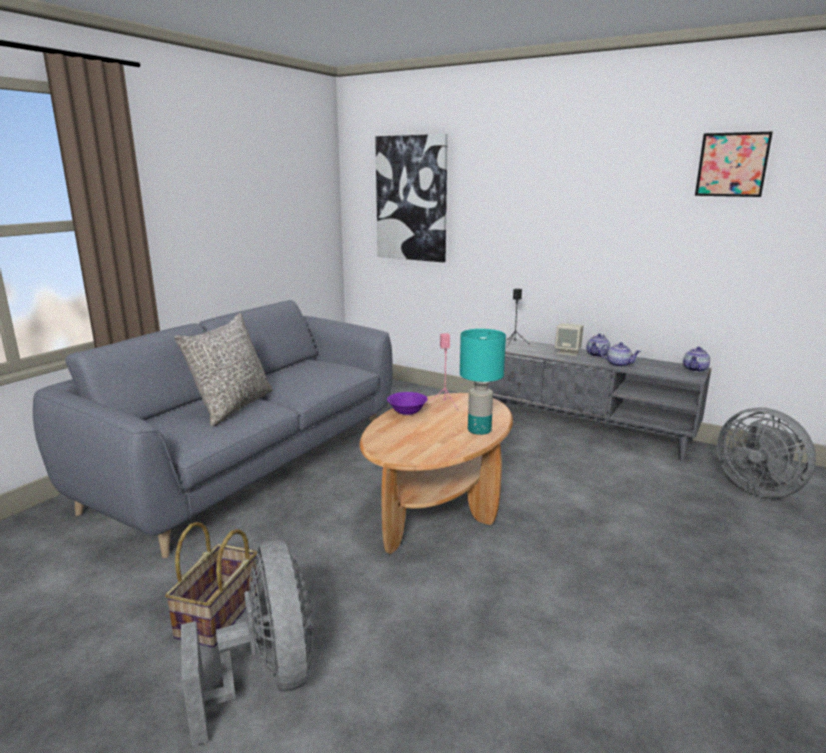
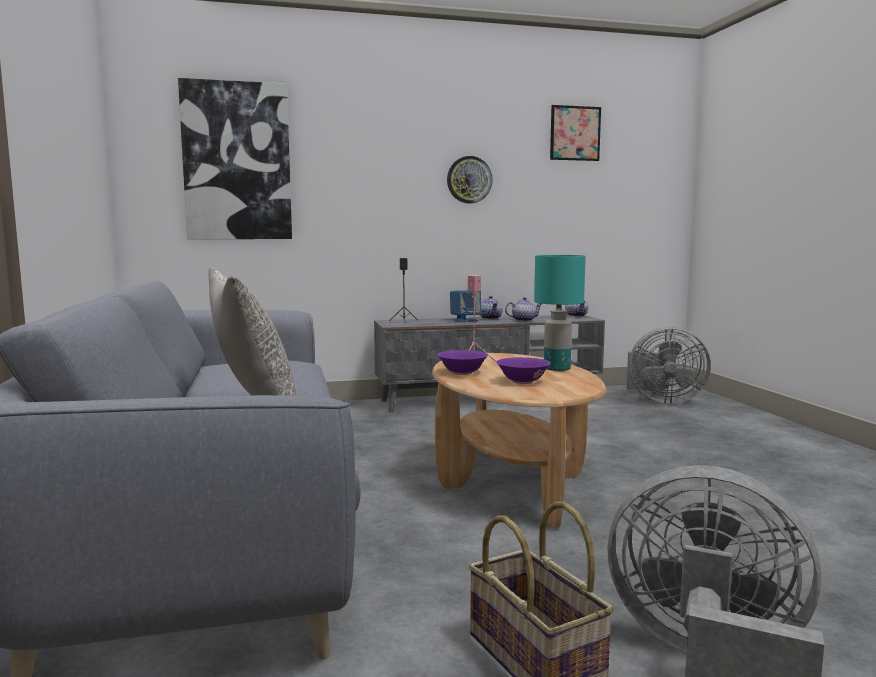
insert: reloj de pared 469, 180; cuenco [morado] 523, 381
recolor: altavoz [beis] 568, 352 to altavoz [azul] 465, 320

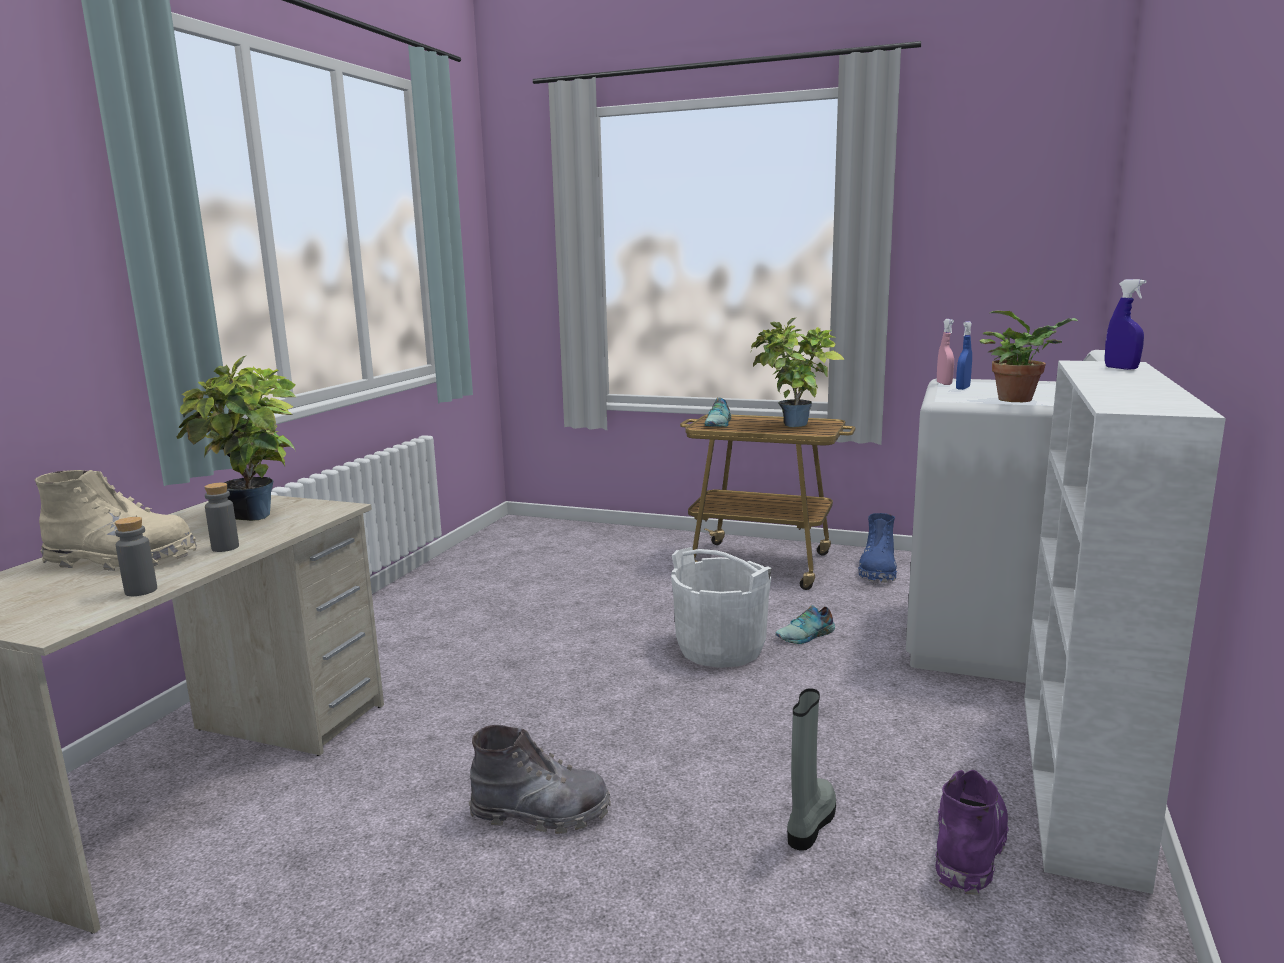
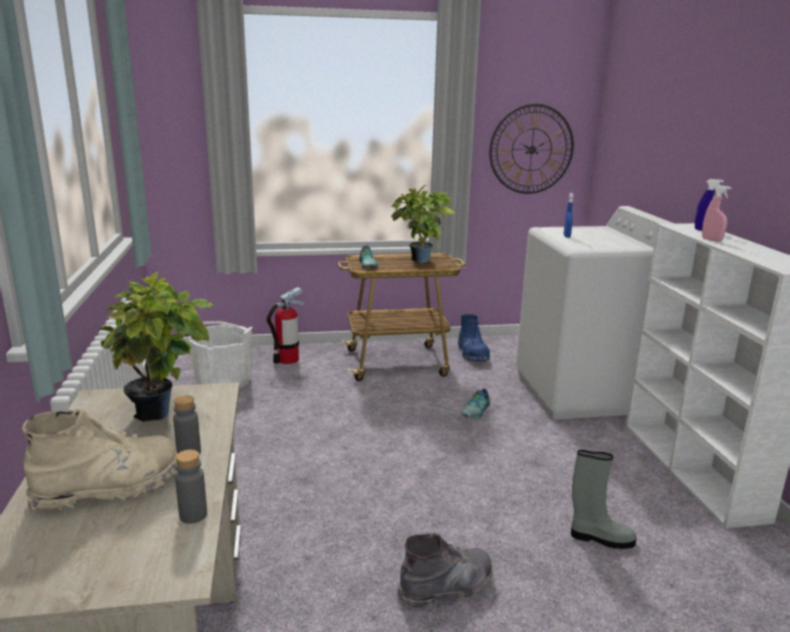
delete: planta en maceta 1020, 399; bota [morado] 968, 847
insert: reloj de pared 531, 149; extintor 287, 359
move: pulverizador [rosa] 944, 384 to 711, 240; cubo [blanco] 721, 649 to 224, 381
rotate: bota [gris] 810, 822 = 600, 538 105 degrees clockwise

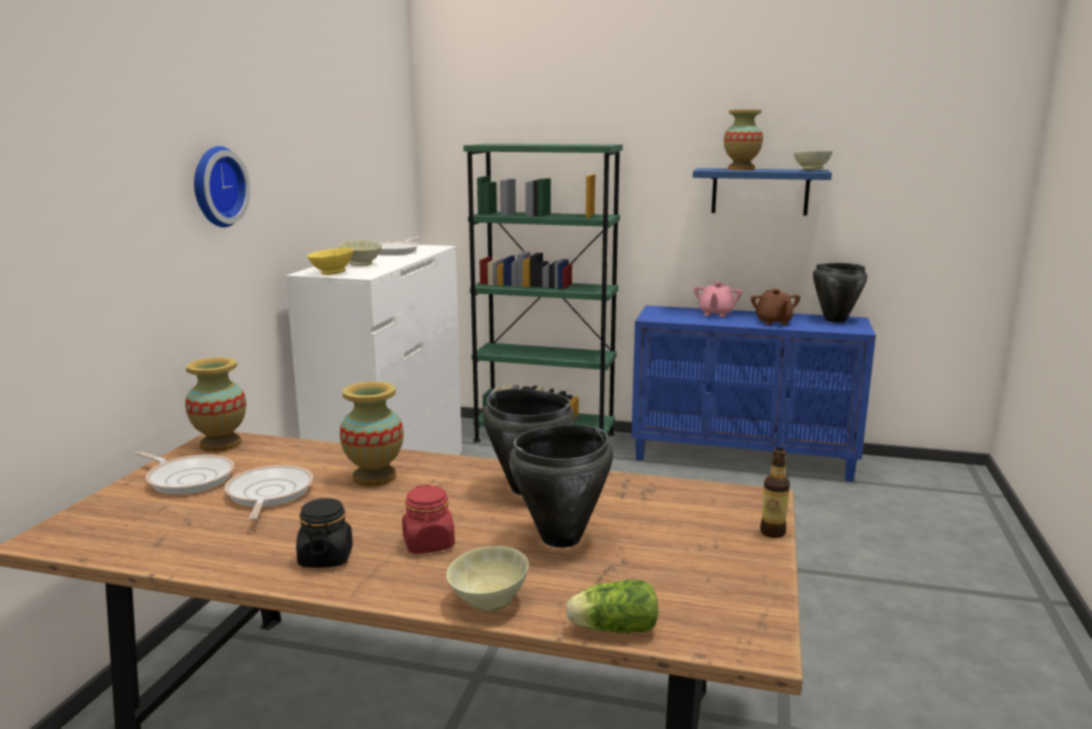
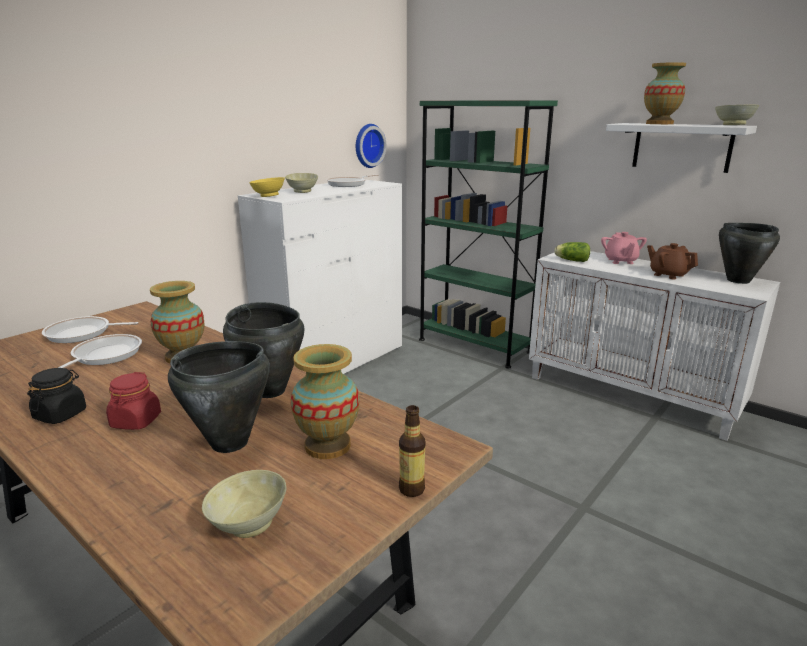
move: reloj de pared 215, 187 to 367, 145; florero 221, 444 to 328, 446; cuenco [beis] 487, 601 to 247, 524; lechuga 611, 628 to 571, 260
recolor: estante [azul] 760, 191 to estante [blanco] 681, 147; armario [azul] 743, 458 to armario [blanco] 631, 395
rotate: tetera [rosa] 716, 314 = 620, 261 45 degrees counterclockwise; tetera [marrón] 773, 322 = 668, 275 120 degrees clockwise; sartén 188, 478 = 81, 333 120 degrees clockwise

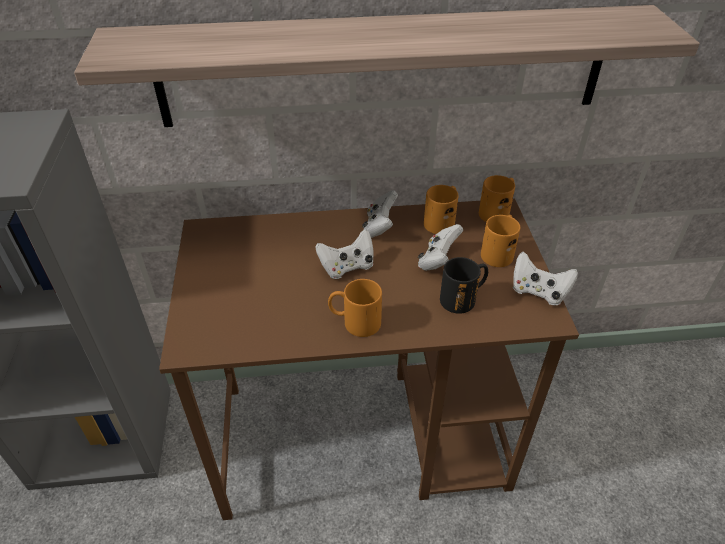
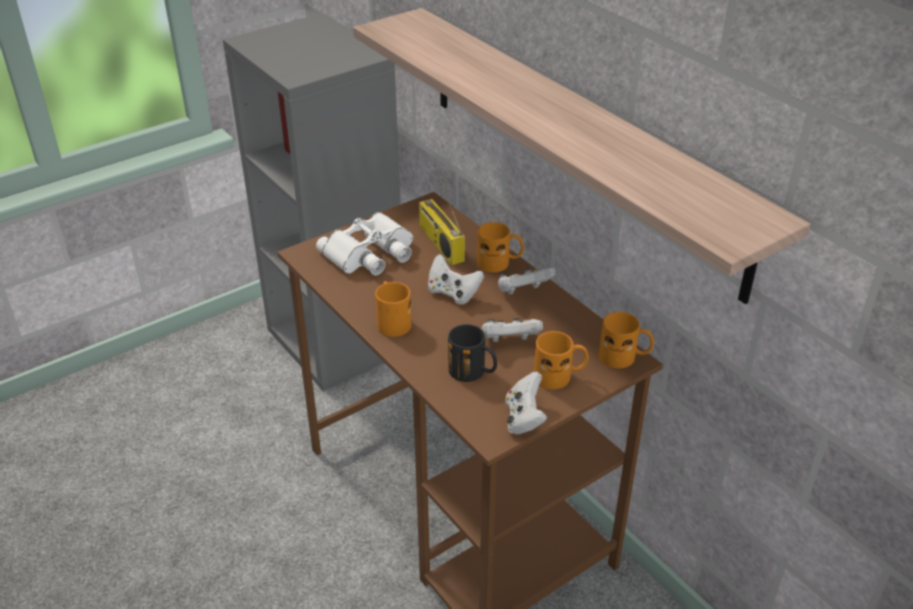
insert: radio 439, 243; prismáticos [blanco] 371, 253
move: taza grande [naranja] 442, 221 to 500, 263

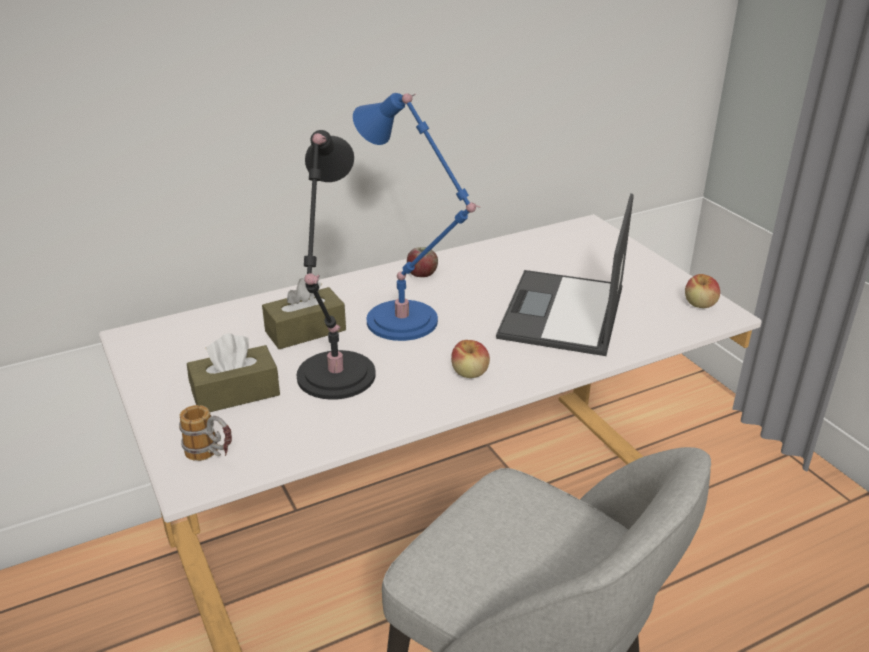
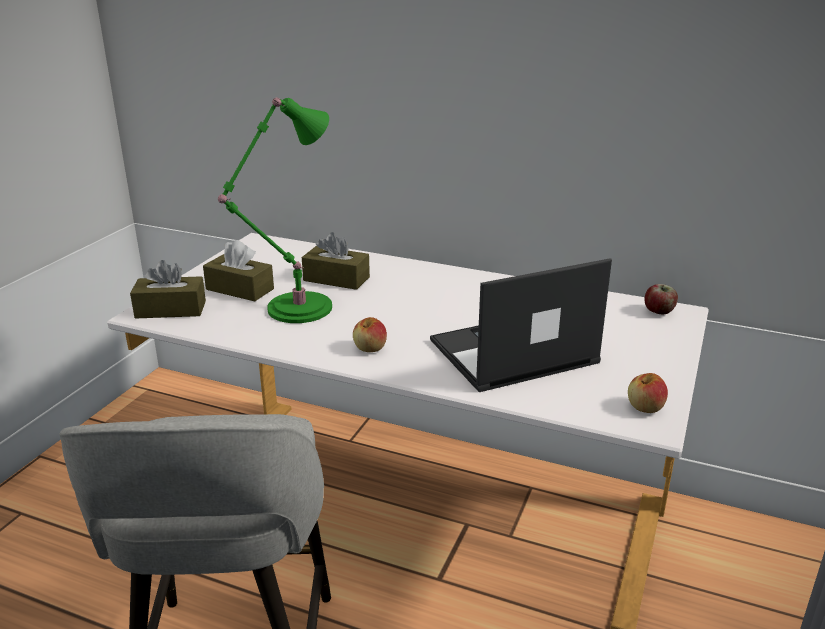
delete: lámpara de mesa [azul] 407, 323
move: manzana 422, 275 to 659, 312
replace: taza grande 212, 456 to caja de pañuelos [marrón] 170, 309
recolor: lámpara de mesa [negro] 334, 380 to lámpara de mesa [verde] 294, 309

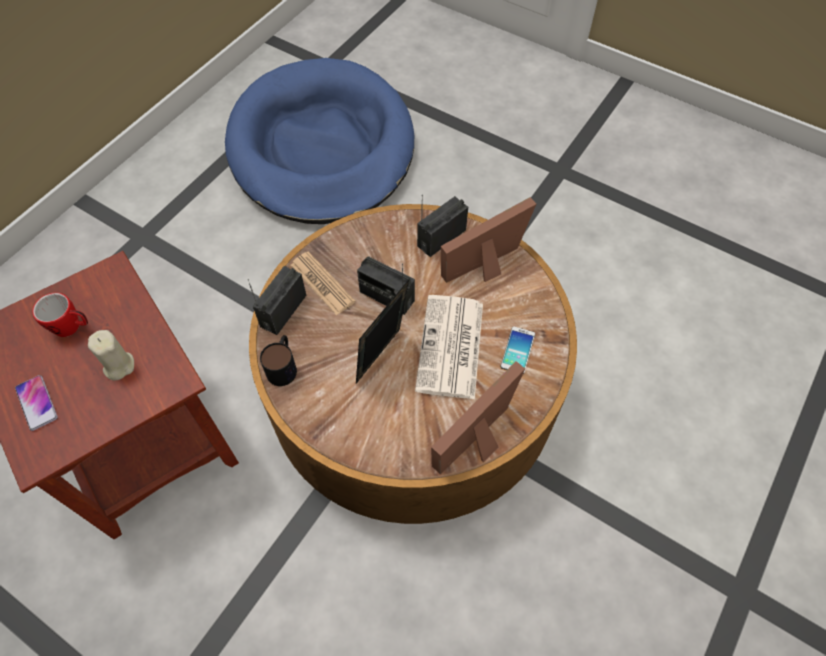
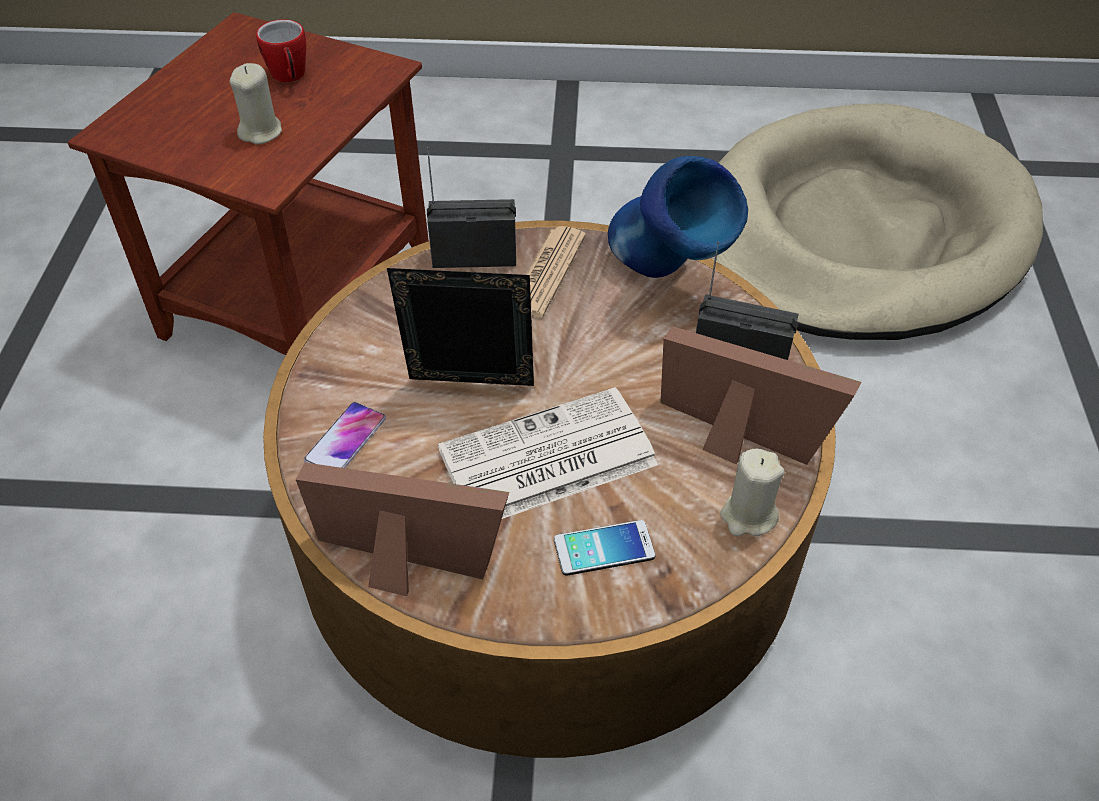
delete: radio 386, 296; taza grande 283, 365
insert: florero [azul] 667, 280; vela [beis] 748, 516
move: móvil 37, 403 to 346, 440
recolor: cama para perro [azul] 322, 147 to cama para perro [beis] 860, 232

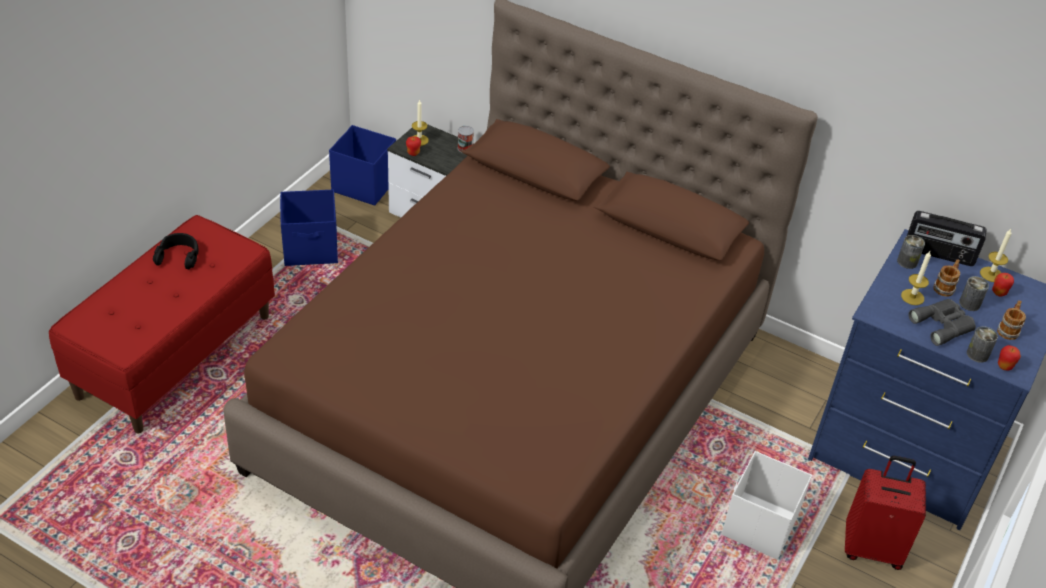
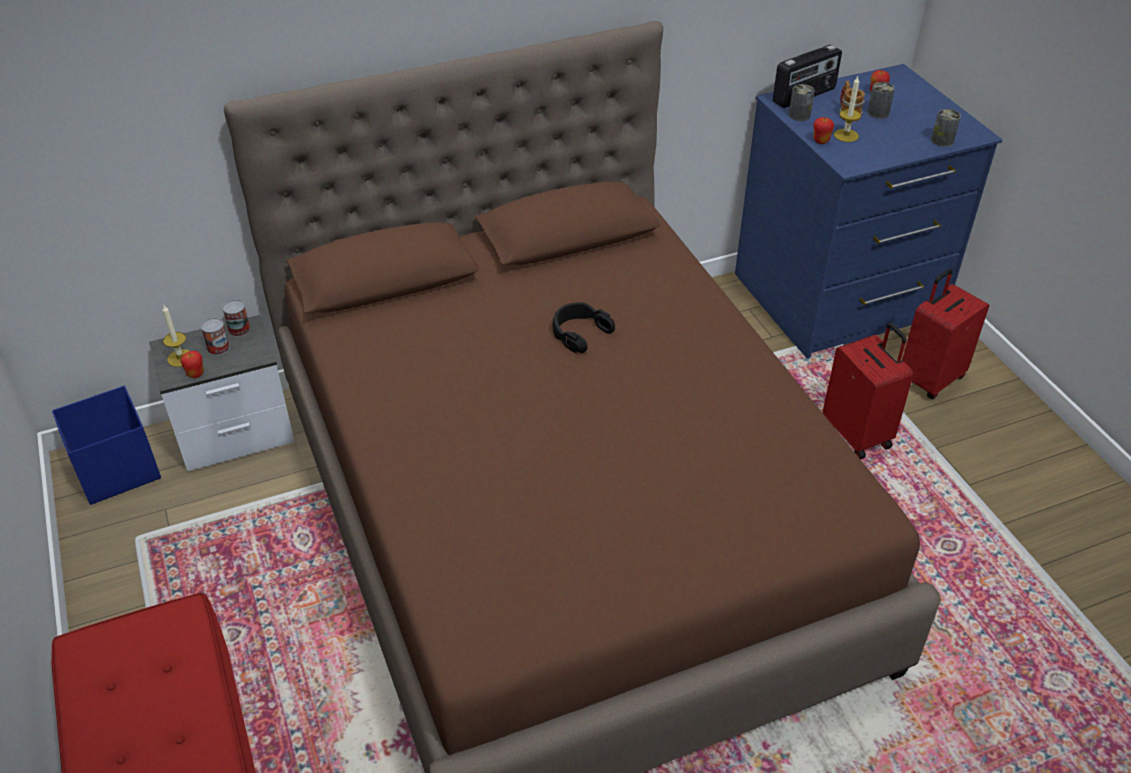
delete: caja de almacenaje [azul] 311, 249; vela 991, 274; prismáticos [gris] 943, 325; taza grande 1008, 329
insert: lata 218, 348
move: auriculares [negro] 178, 256 to 579, 333; manzana 1004, 366 to 821, 141
replace: caja de almacenaje [blanco] 758, 526 to maleta [rojo] 858, 434

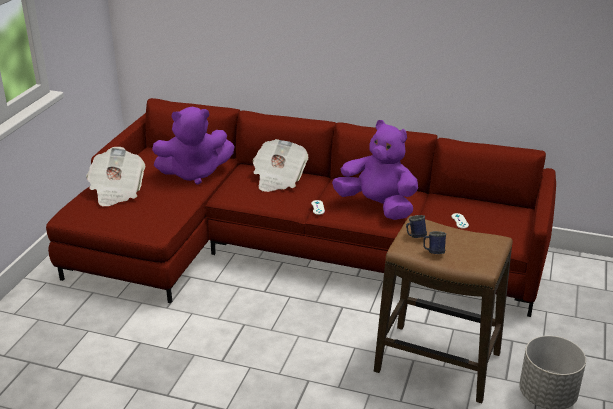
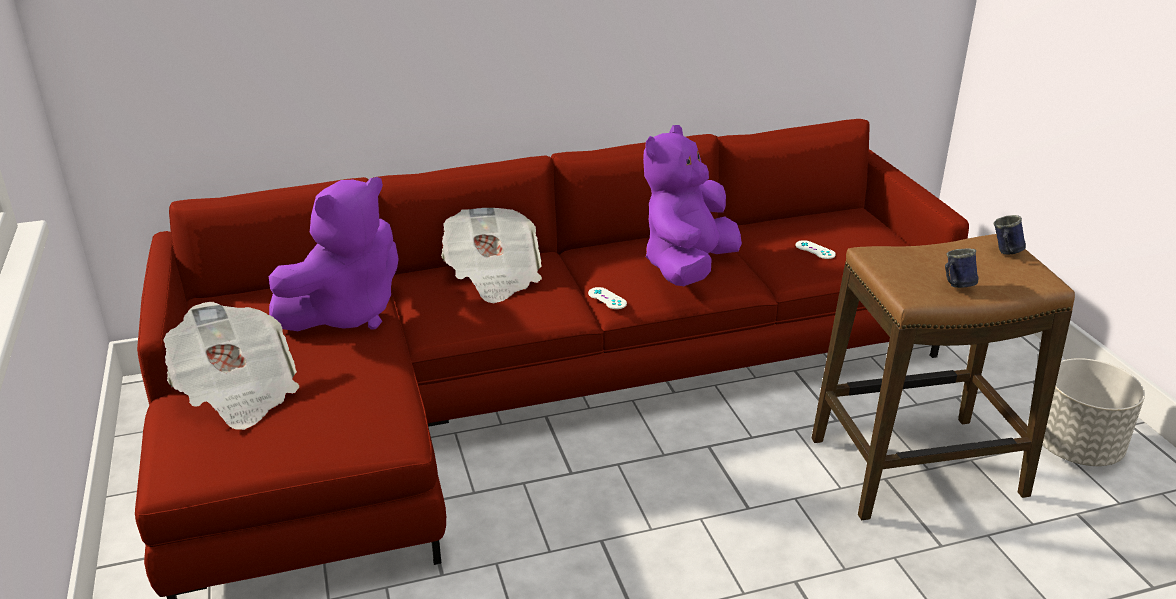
move: taza grande [azul] 414, 236 to 1005, 253
rotate: peluche [morado] 377, 206 = 687, 267 60 degrees counterclockwise

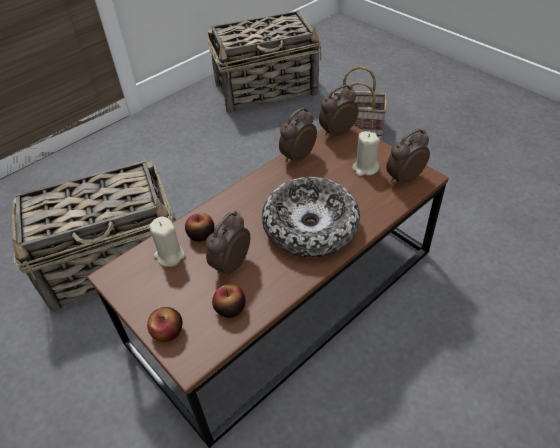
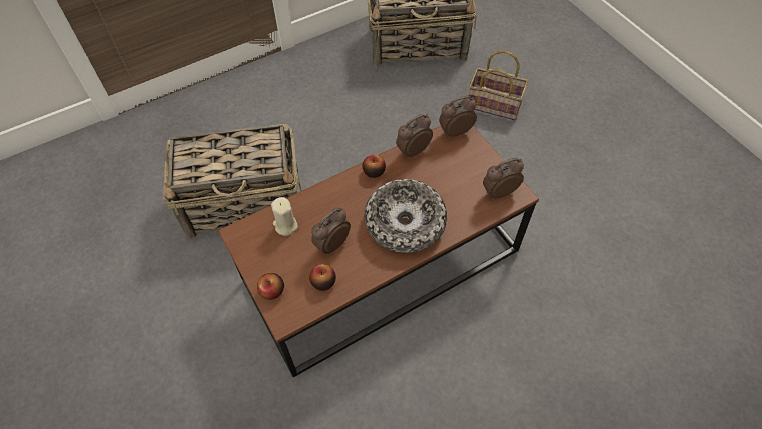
delete: vela [beis] 365, 168
move: manzana 201, 235 to 374, 171

